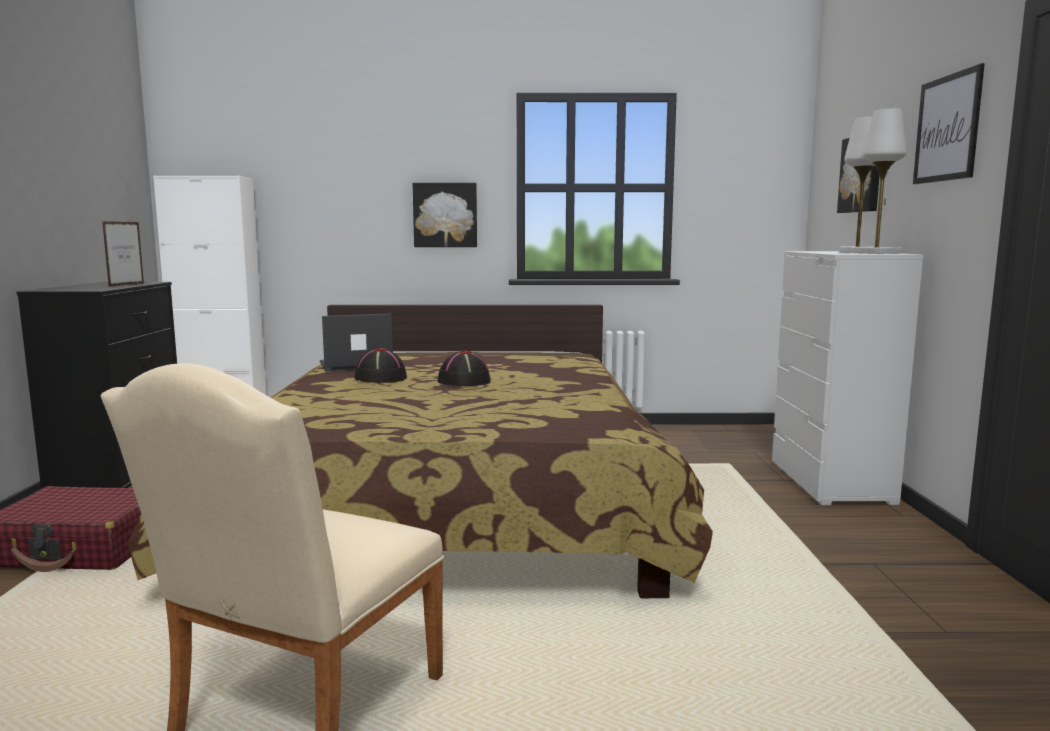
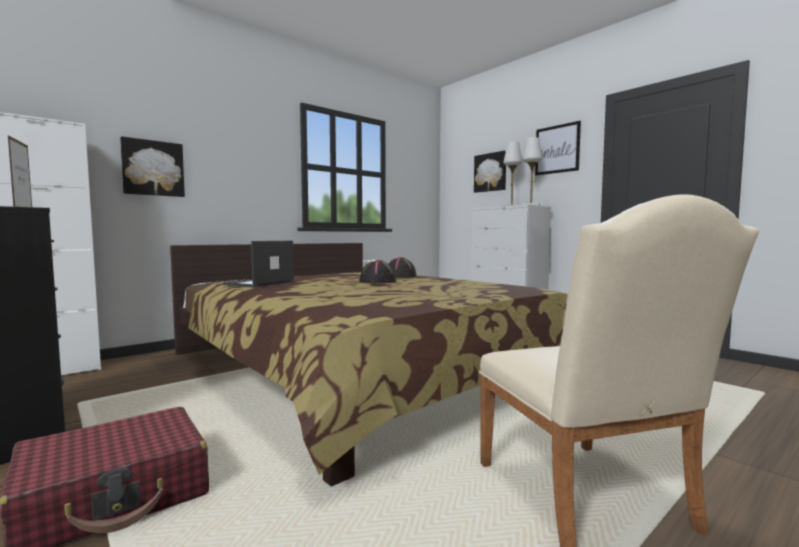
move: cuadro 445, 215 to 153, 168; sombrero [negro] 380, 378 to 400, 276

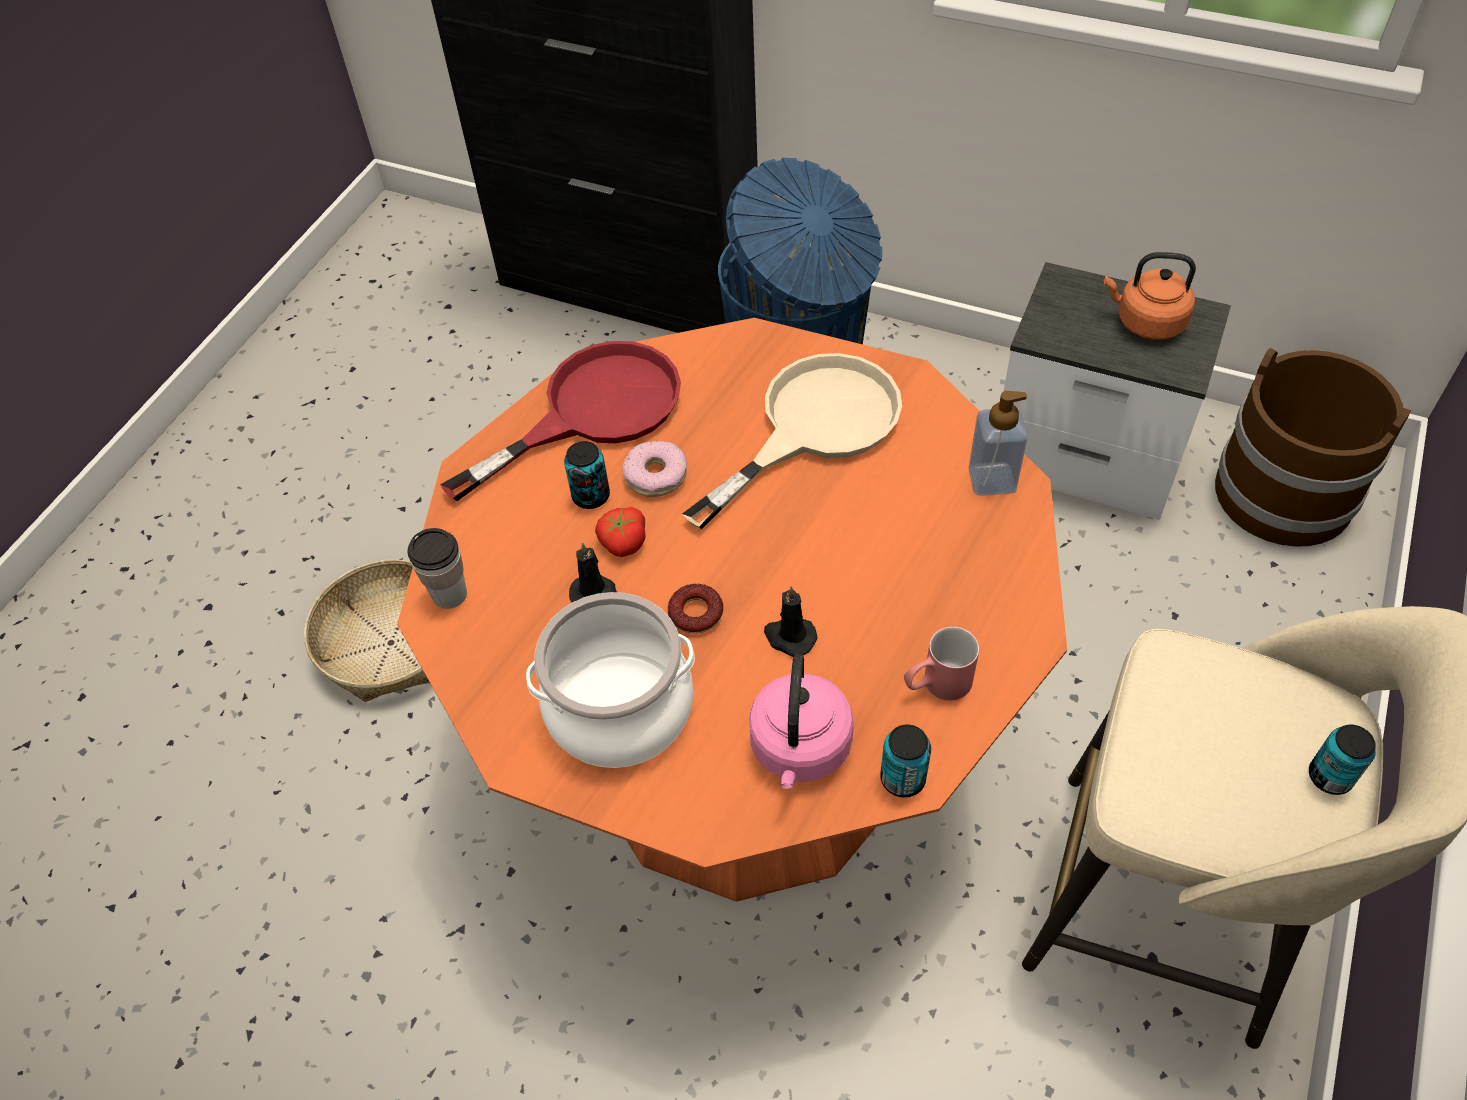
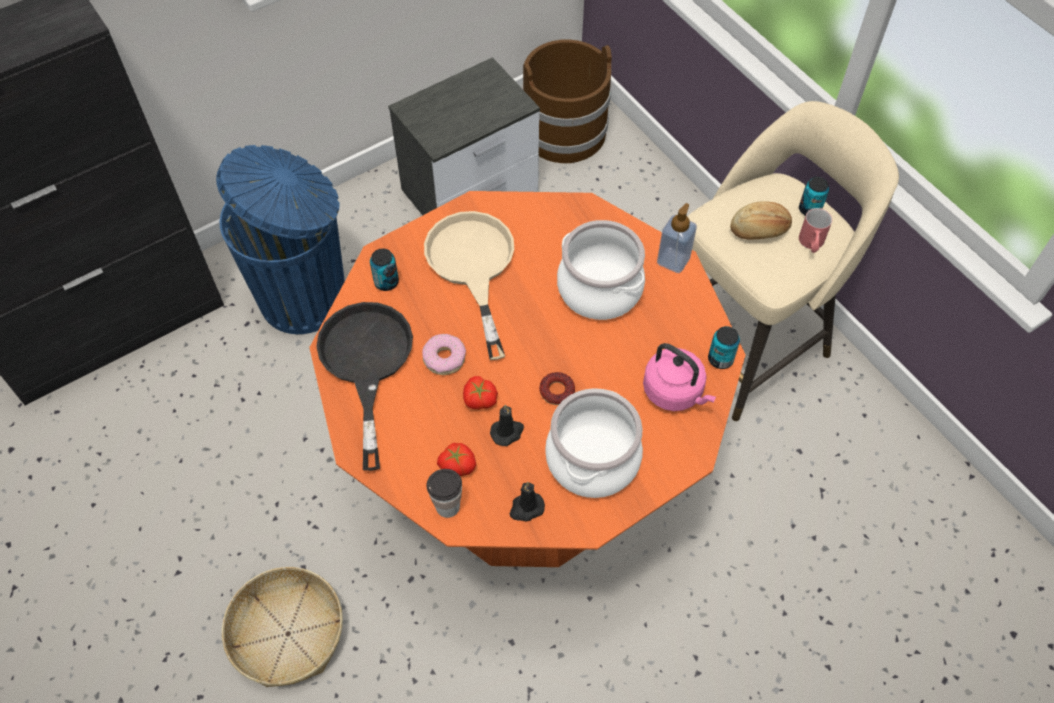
delete: hervidor [naranja] 1146, 322
insert: pan 759, 230; olla 599, 290; tomate 457, 465
move: dispensador de jabón 992, 480 to 673, 260; lata 591, 496 to 386, 282; vela [negro] 789, 637 to 526, 508; taza grande [rojo] 936, 685 to 811, 244
recolor: sartén [rojo] 592, 411 to sartén [negro] 366, 363

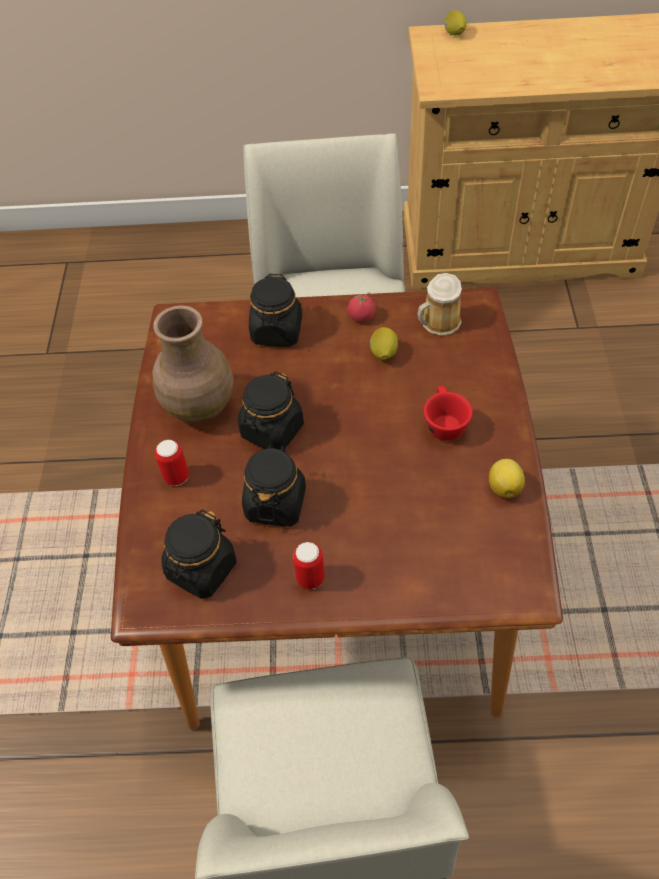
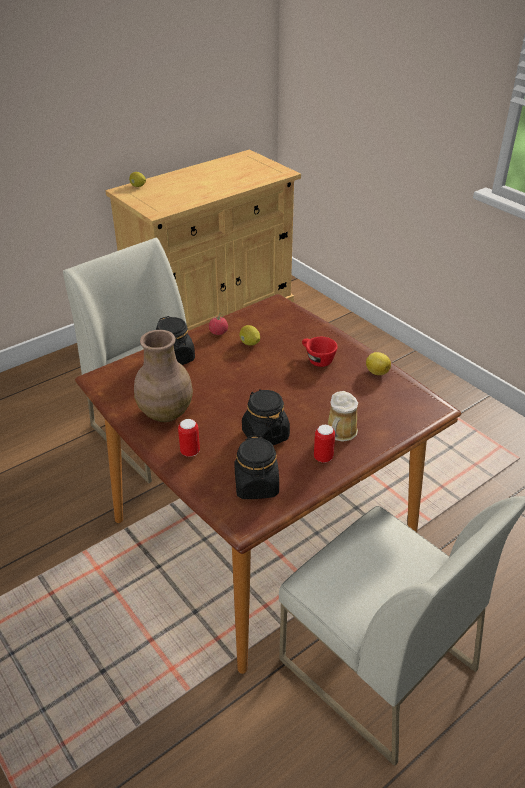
delete: tarro [negro] 272, 430
move: taza grande 438, 323 to 340, 433

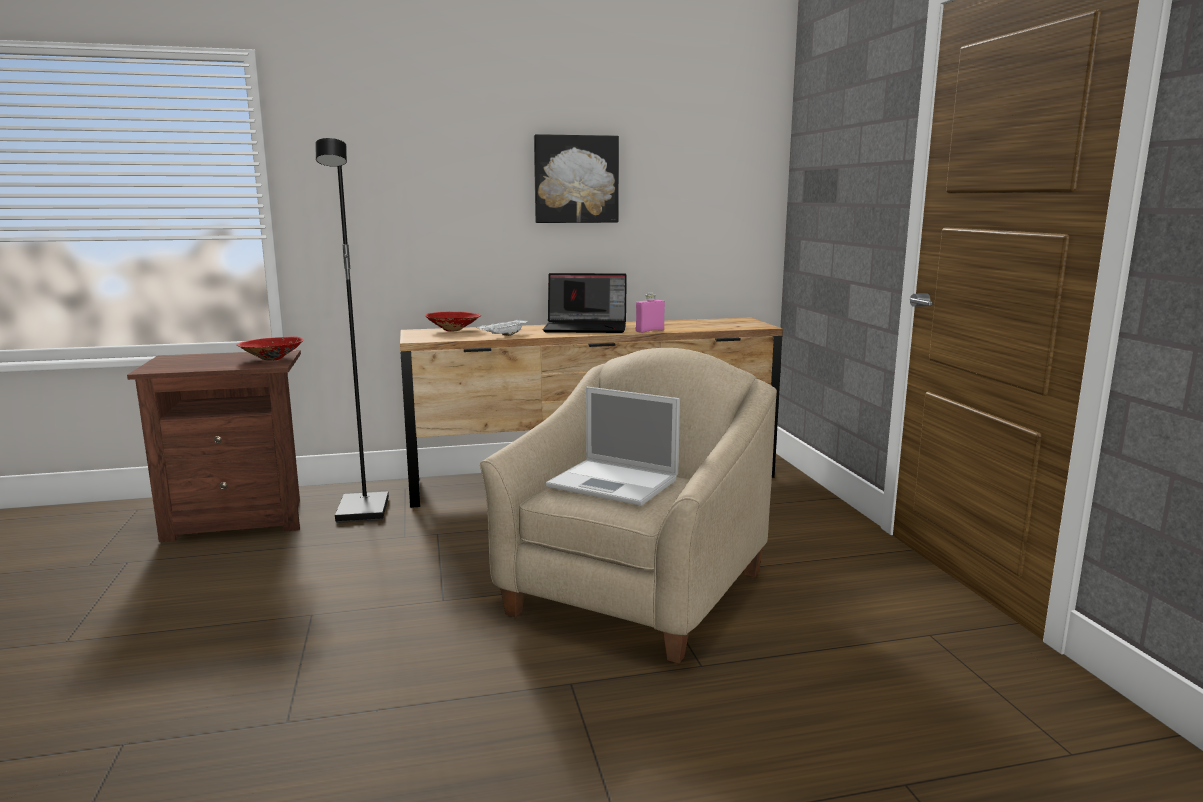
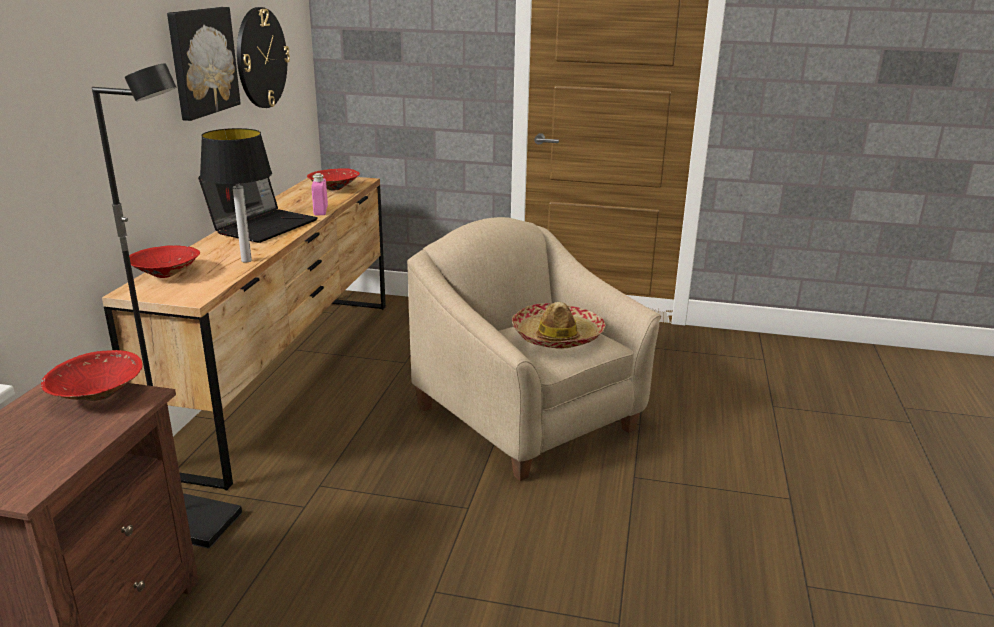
insert: reloj de pared 261, 58; cuenco [rojo] 333, 188
replace: bandeja [blanco] 504, 336 to lámpara de mesa 247, 260; portátil 615, 483 to sombrero 557, 336

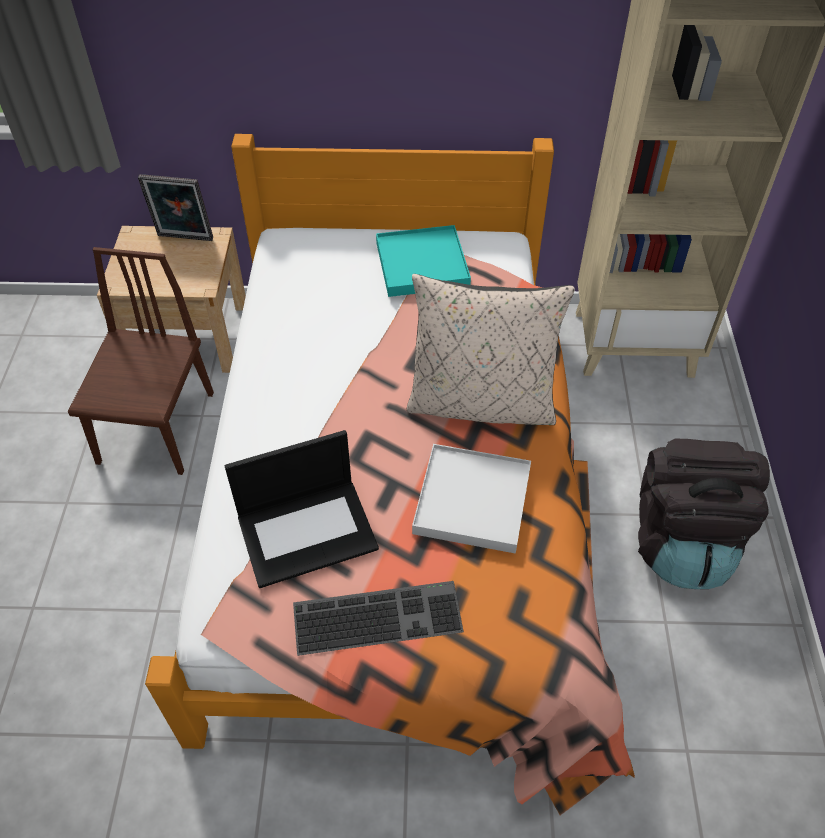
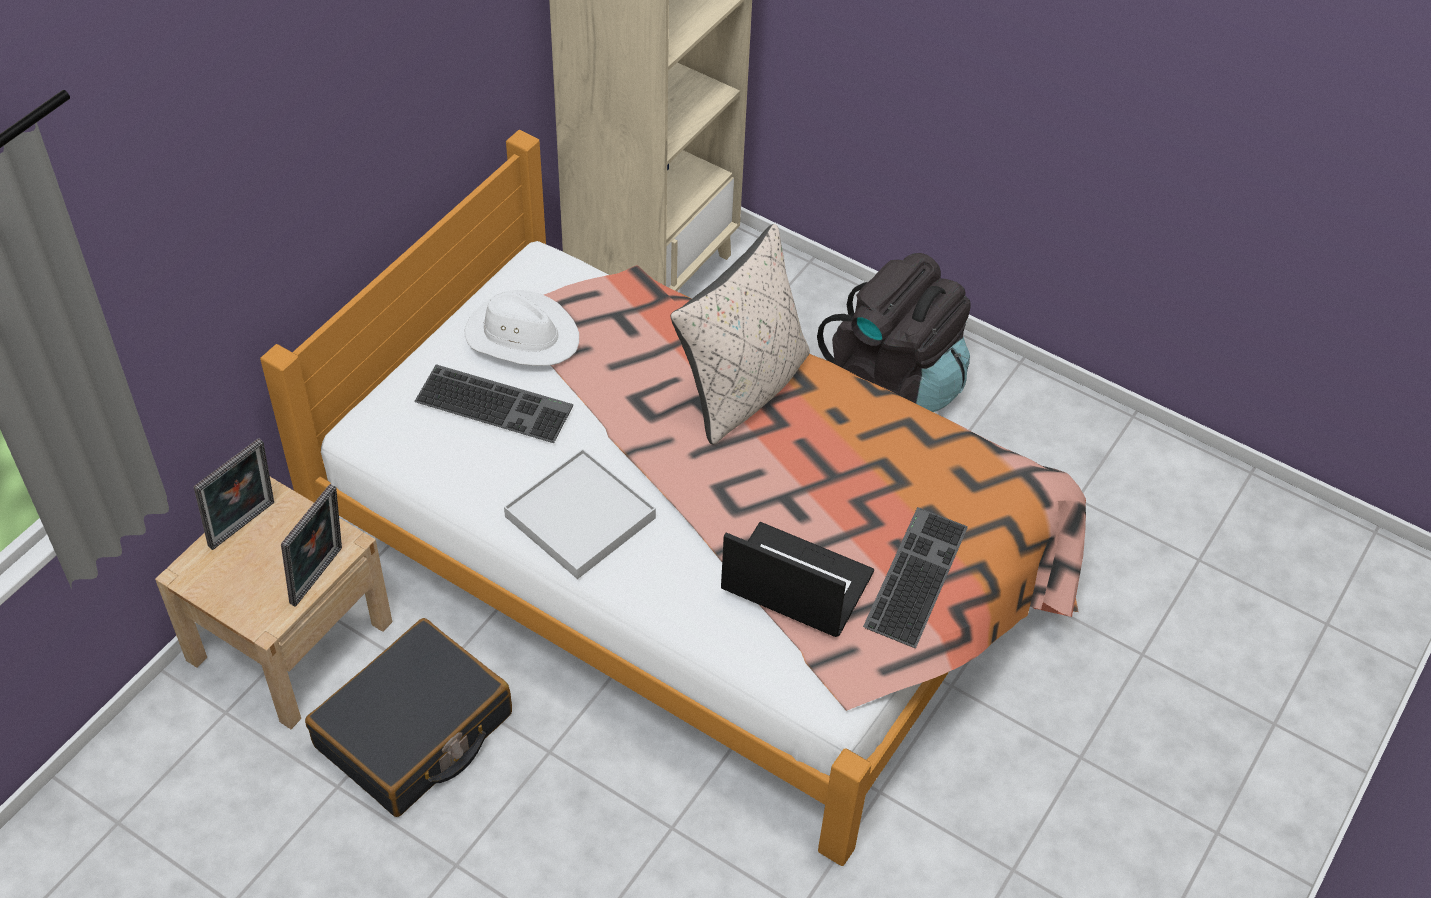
insert: teclado 496, 402; portarretratos 320, 577
move: bandeja [blanco] 472, 501 to 580, 517
replace: bandeja [turquesa] 422, 264 to sombrero [blanco] 522, 335; silla [marrón] 156, 427 to maleta [negro] 414, 731
rotate: portátil 308, 531 = 794, 582 75 degrees counterclockwise

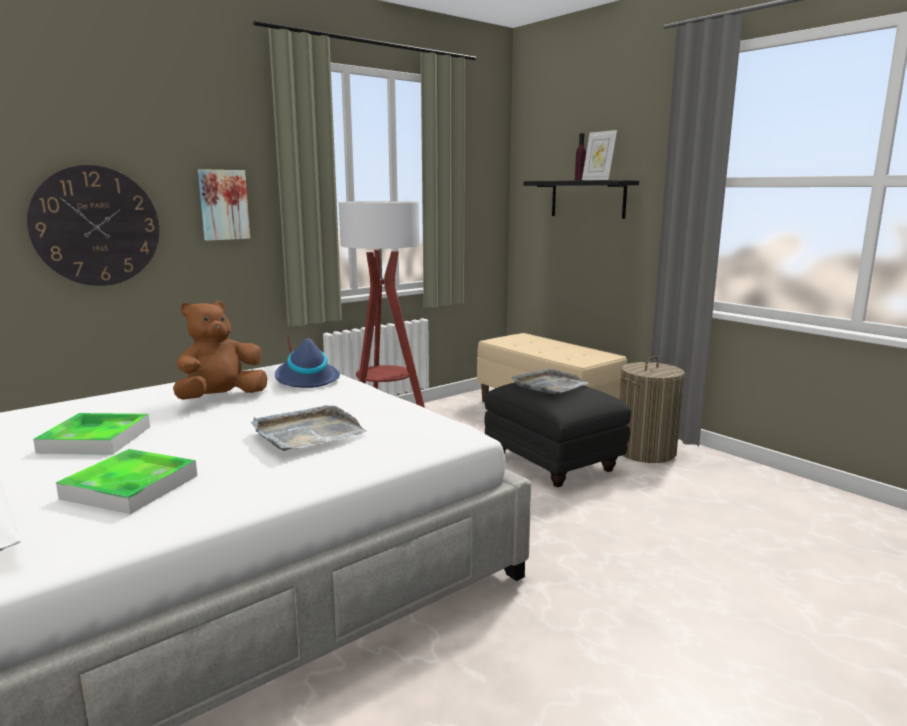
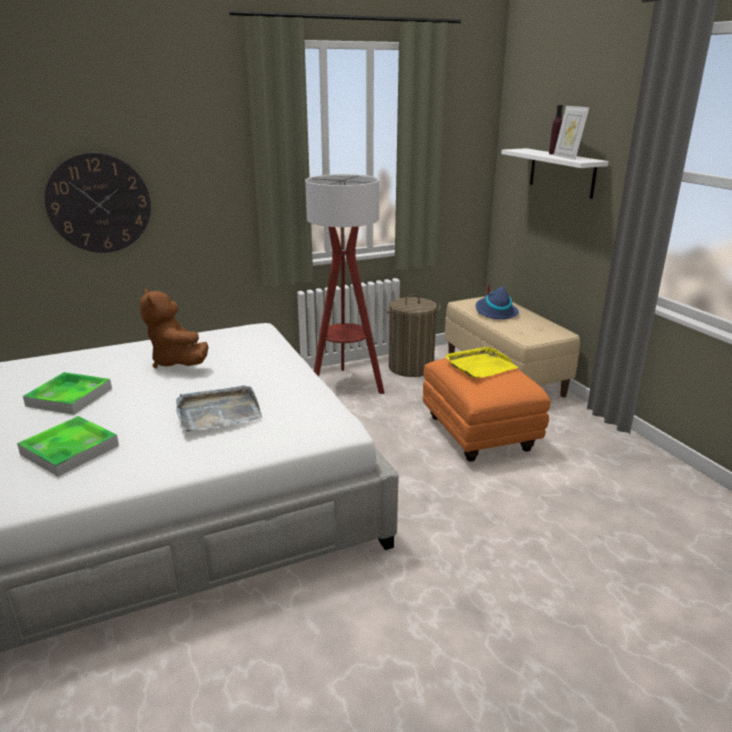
delete: cuadro 223, 205
move: sombrero [azul] 306, 379 to 495, 312; cesto de la ropa 646, 451 to 411, 367
recolor: estante [negro] 587, 199 to estante [blanco] 562, 172; bandeja [gris] 549, 385 to bandeja [amarillo] 480, 365; puf [negro] 554, 463 to puf [naranja] 480, 434
rotate: peluche [marrón] 221, 398 = 177, 362 90 degrees counterclockwise

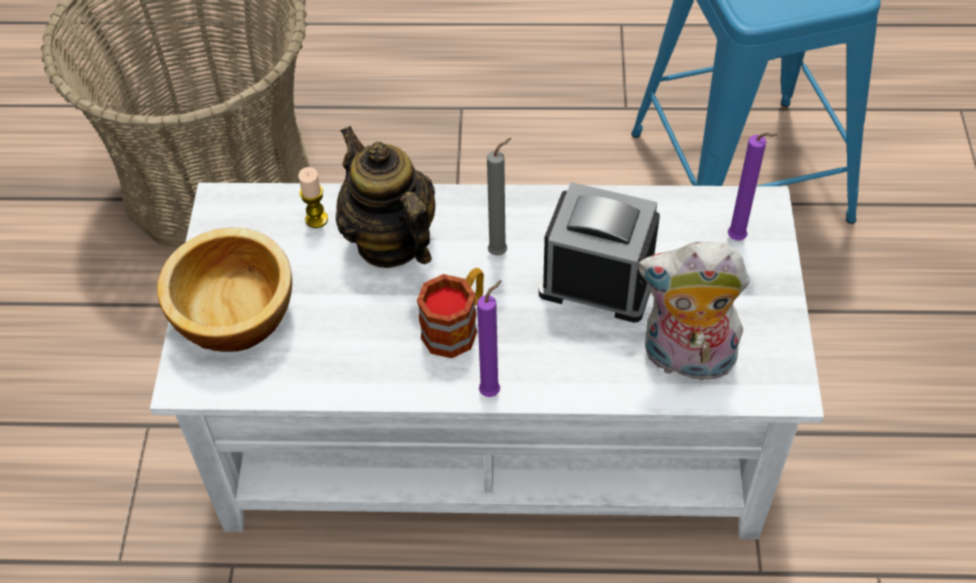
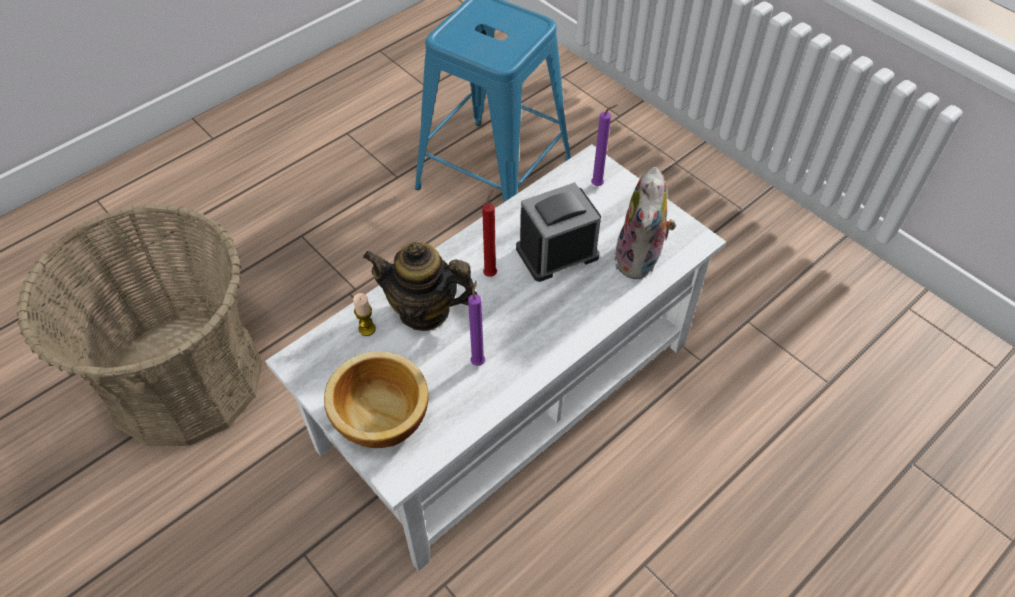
delete: taza grande 457, 326
move: vela [morado] 492, 391 to 478, 360
recolor: vela [gris] 500, 252 to vela [rojo] 491, 273
rotate: peluche 685, 360 = 640, 260 45 degrees counterclockwise

